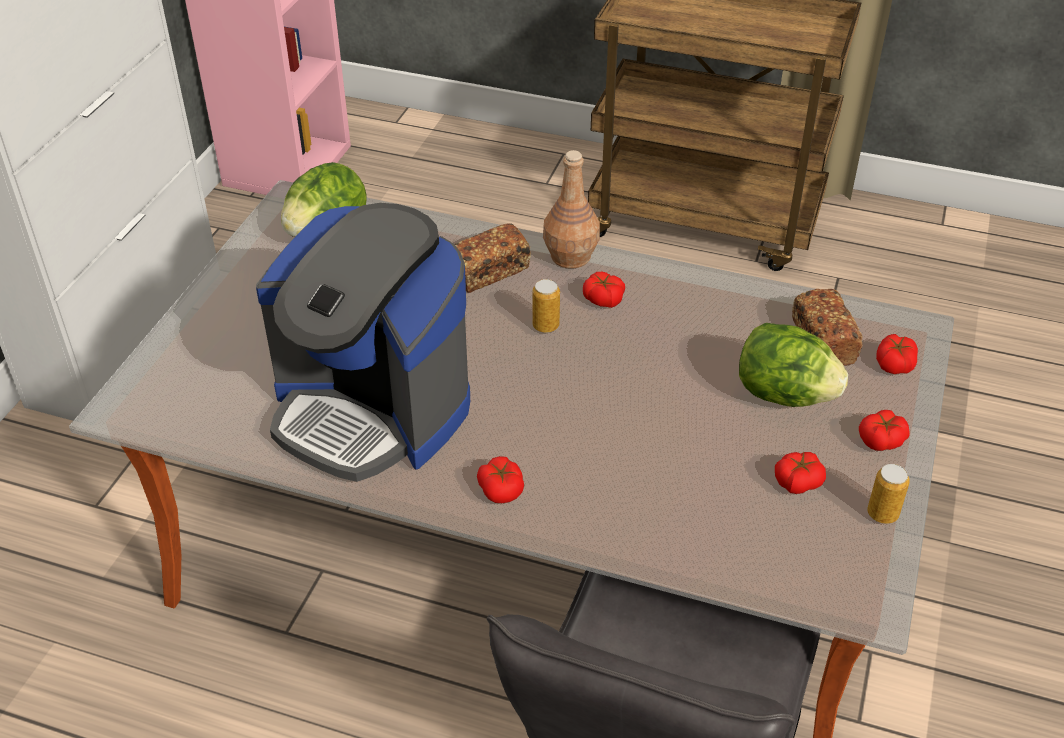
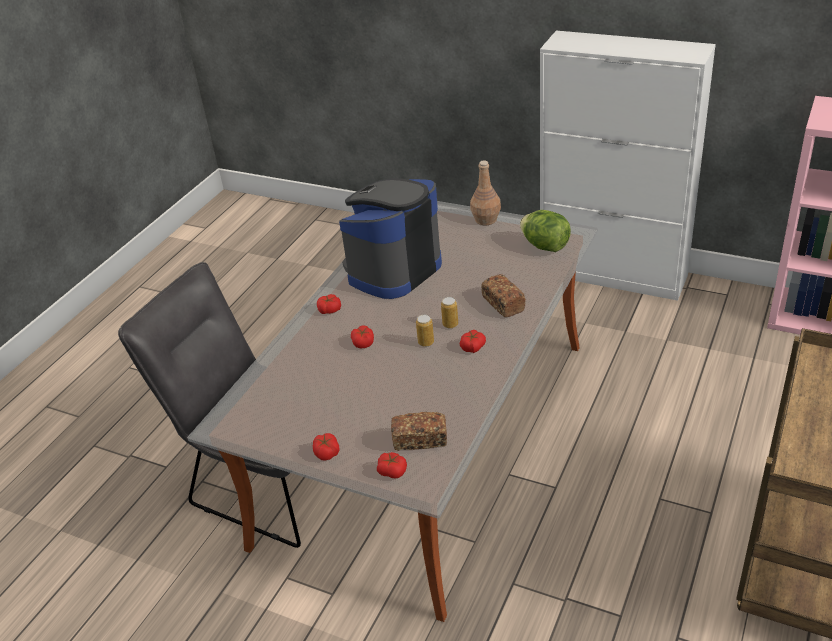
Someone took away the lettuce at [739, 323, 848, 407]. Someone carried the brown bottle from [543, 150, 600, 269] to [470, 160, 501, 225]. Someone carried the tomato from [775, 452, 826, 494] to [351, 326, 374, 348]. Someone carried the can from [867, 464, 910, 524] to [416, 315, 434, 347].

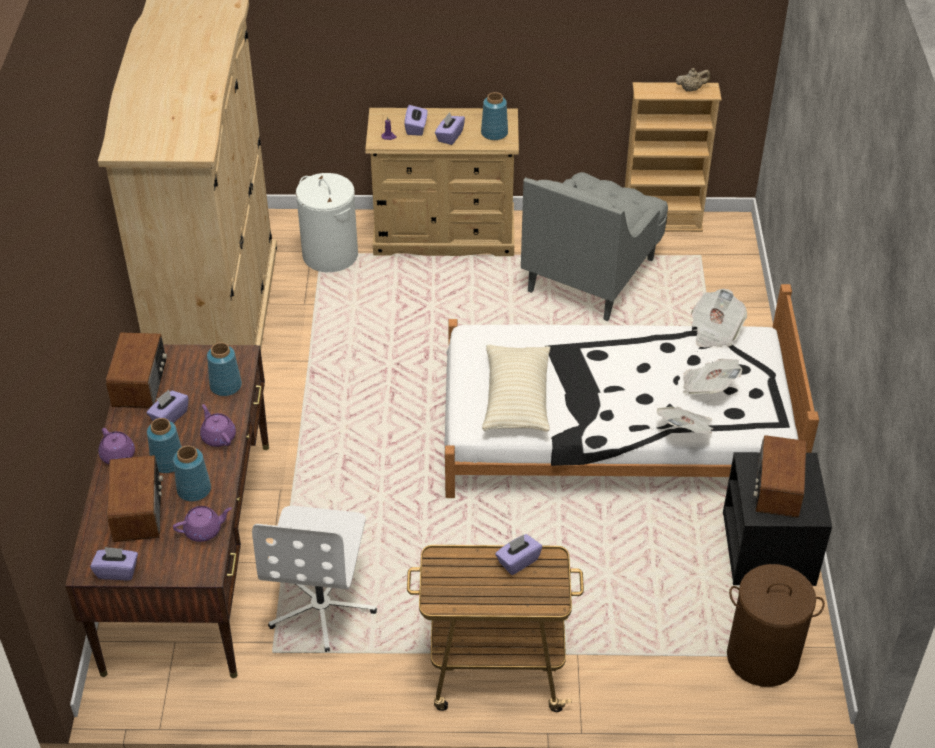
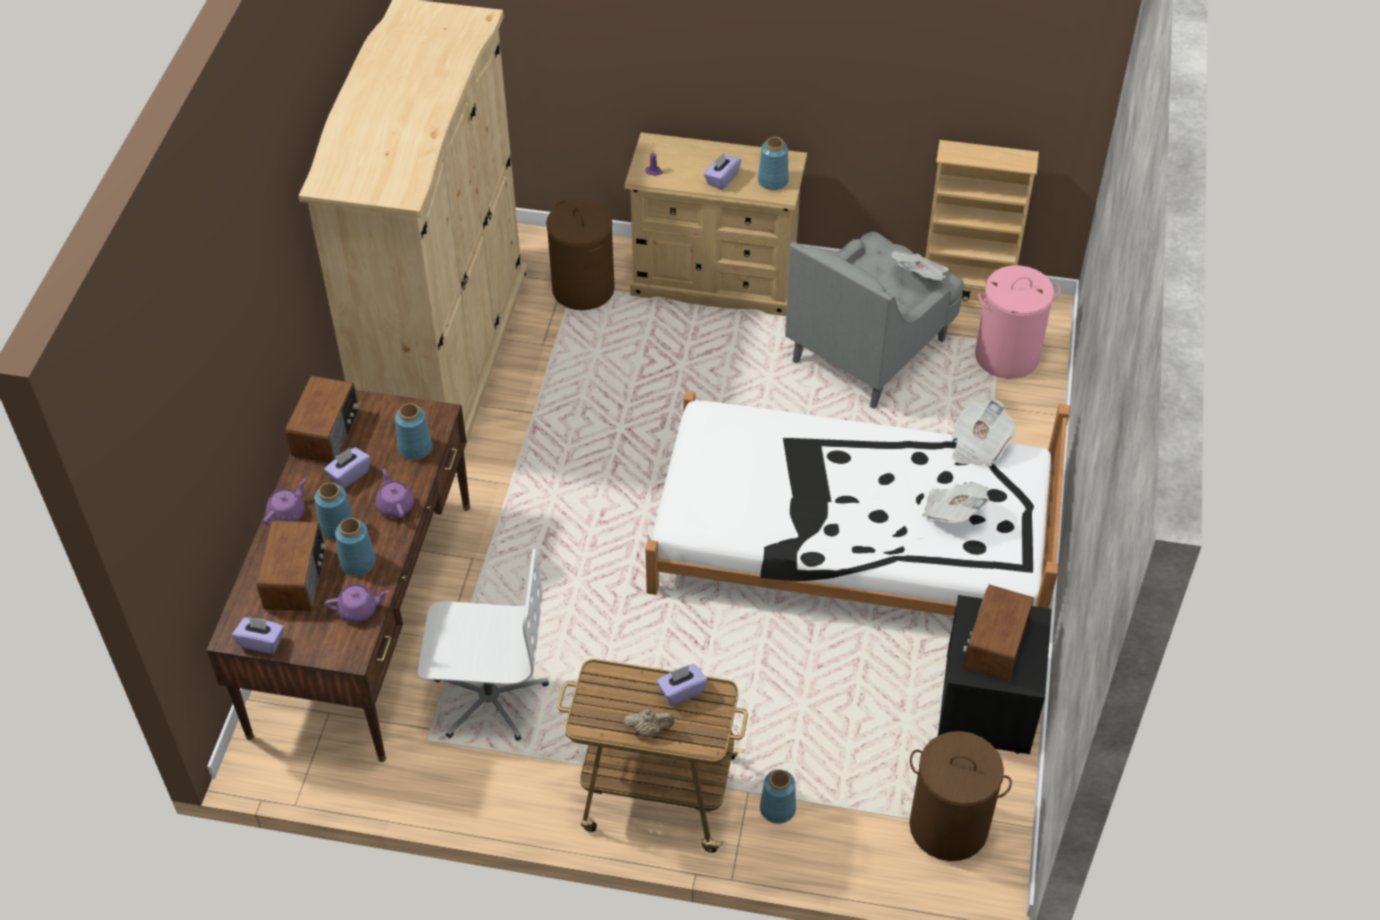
Someone took away the purple tissue box at [405, 104, 428, 136]. Someone took away the beige pillow at [482, 344, 550, 432]. Someone put down the blue vase at [760, 770, 796, 824]. Someone put down the pink laundry basket at [975, 265, 1060, 379]. Someone carried the newspaper from [657, 407, 713, 434] to [891, 251, 949, 281]. Someone carried the beige teapot from [676, 68, 711, 92] to [624, 709, 674, 737]. Someone repainted the white laundry basket at [296, 173, 358, 272], which became the brown laundry basket at [546, 199, 615, 310]. Someone rotated the purple teapot at [98, 428, 135, 464] by 120 degrees counterclockwise. Someone rotated the white office chair at [252, 506, 377, 652] by 105 degrees counterclockwise.

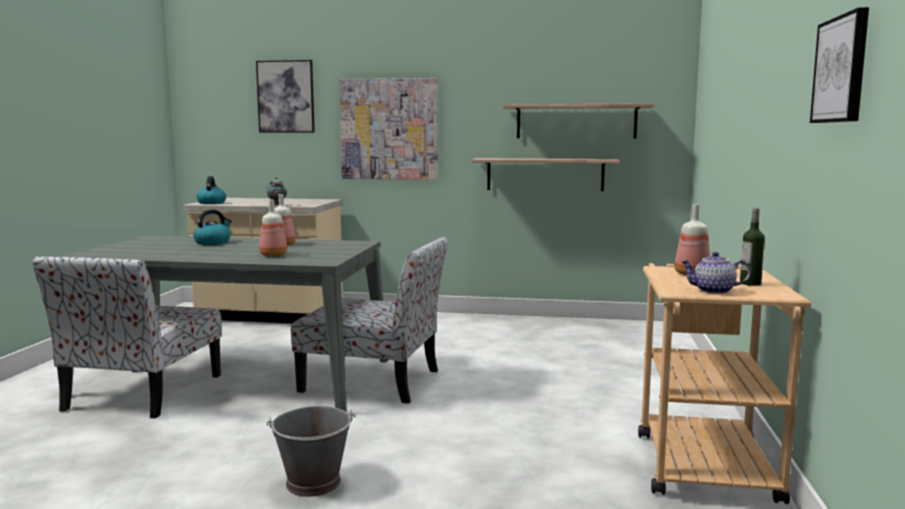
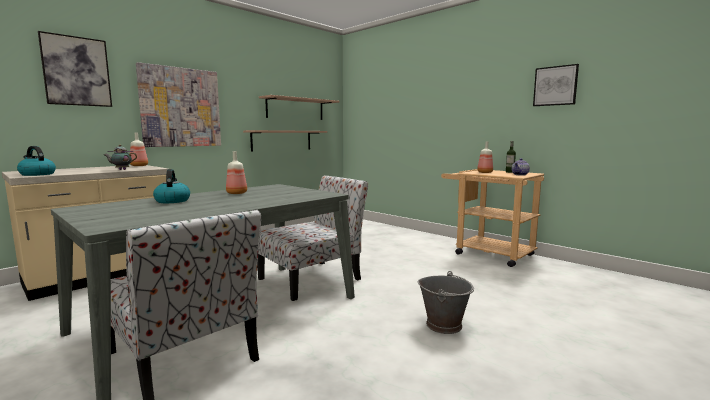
Someone carried the bottle from [259, 200, 287, 256] to [130, 132, 148, 166].

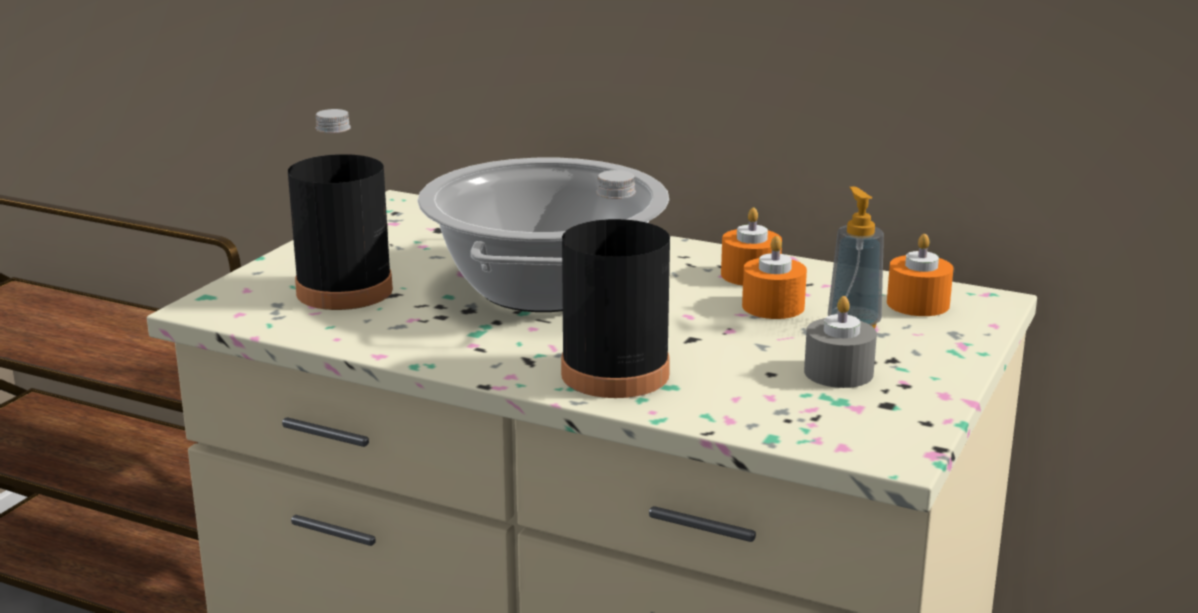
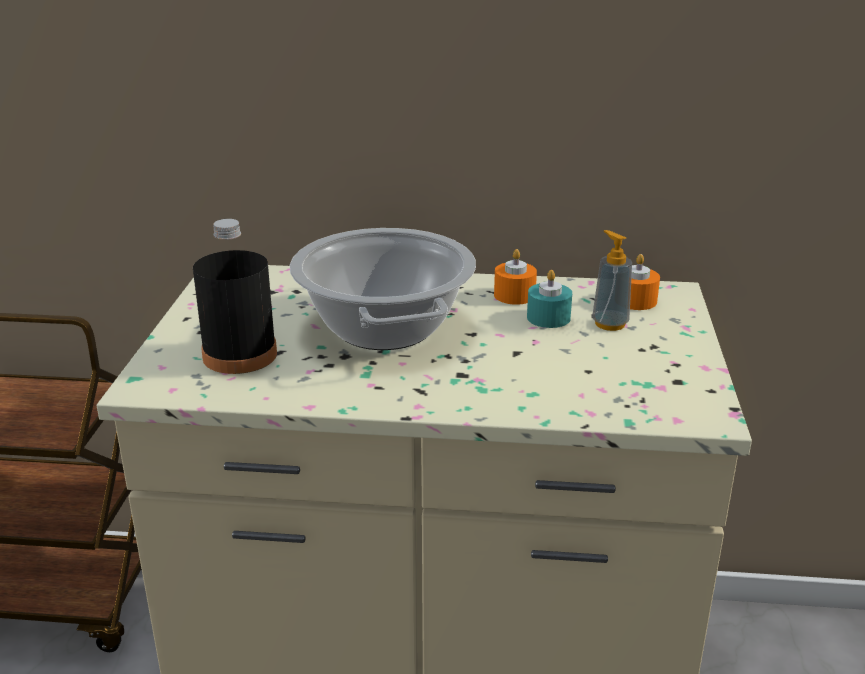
Someone took away the black bottle at [561, 170, 670, 398]. Someone took away the grey candle at [804, 296, 877, 388]. Someone repainted the orange candle at [742, 236, 807, 319], which became the turquoise candle at [527, 270, 572, 328].

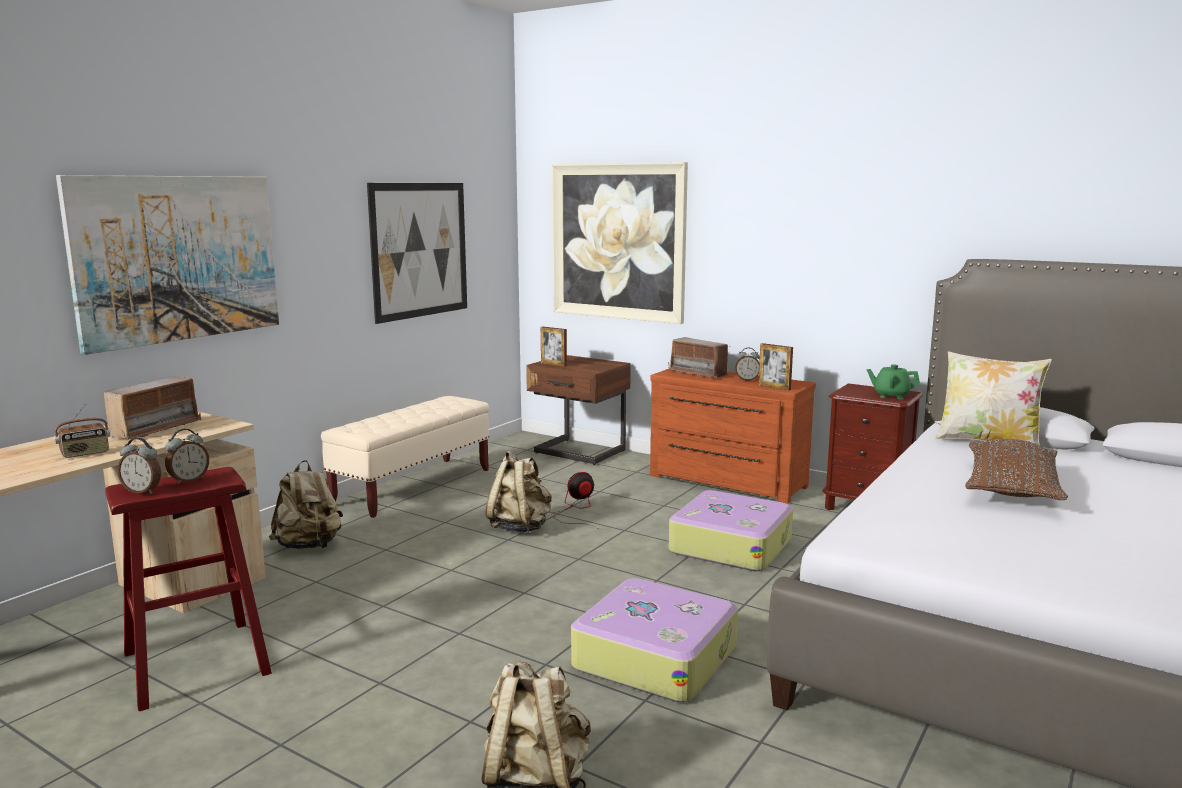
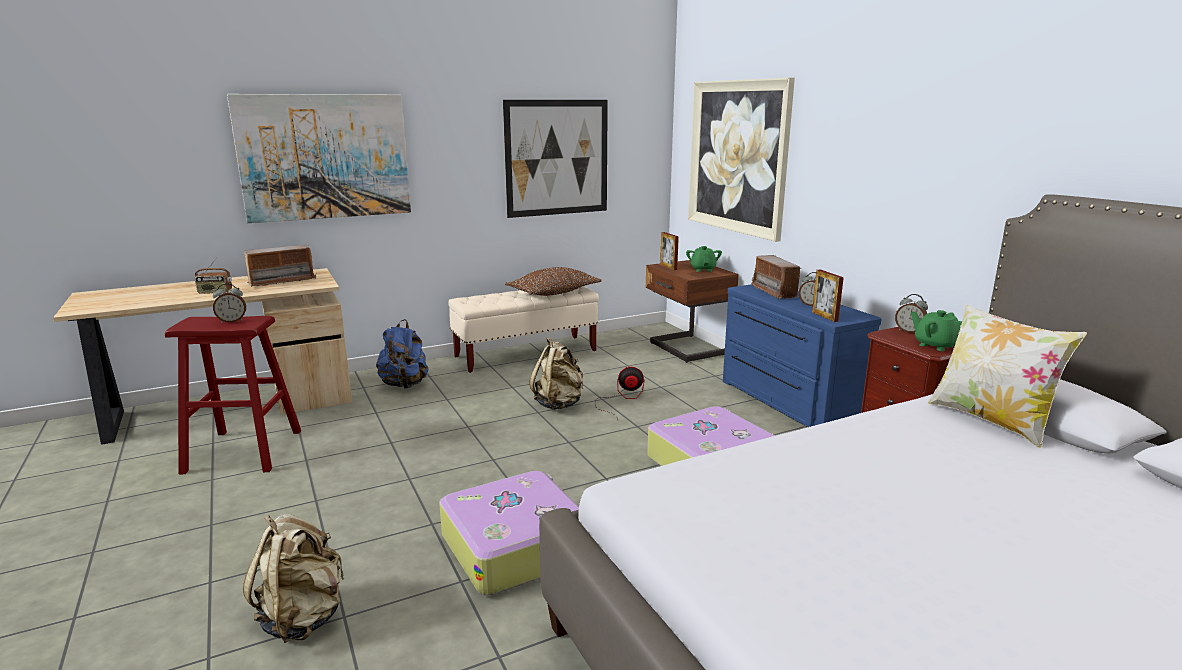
Someone put down the green teapot at [686, 246, 722, 272]. Someone carried the alarm clock from [118, 438, 161, 494] to [895, 294, 928, 333]. Someone carried the brown pillow from [965, 439, 1068, 500] to [505, 267, 602, 296]. Someone repainted the beige backpack at [269, 460, 343, 549], which became the blue backpack at [376, 319, 429, 389]. Someone repainted the brown dresser at [650, 369, 816, 504], which became the blue dresser at [723, 284, 882, 427].

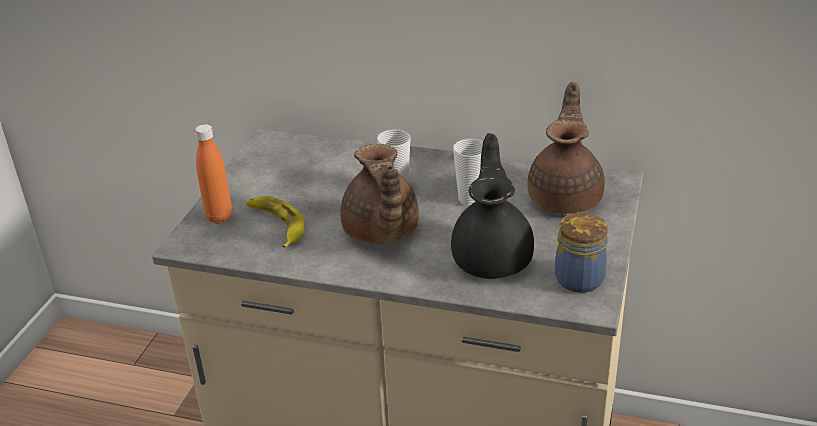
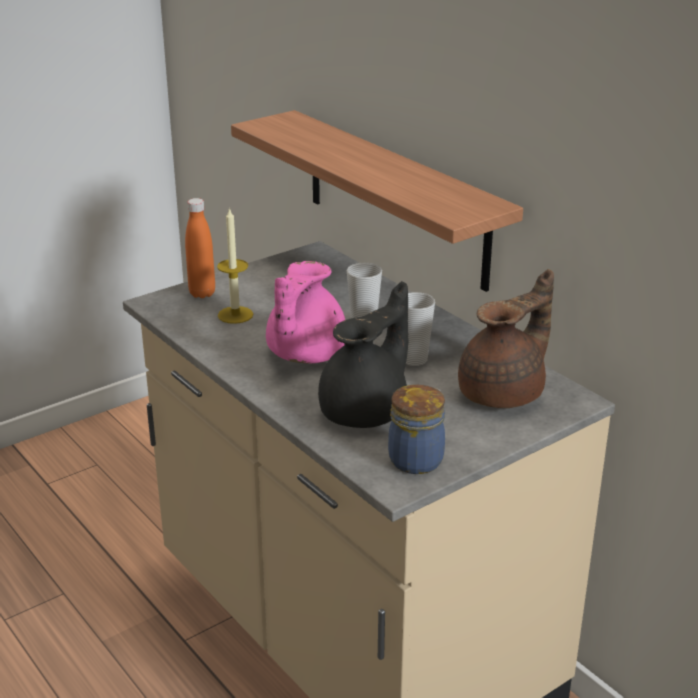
Someone put up the shelf at [231, 110, 523, 292]. Someone swapped the banana at [246, 196, 305, 248] for the candle at [217, 207, 253, 324]. Someone repainted the brown teapot at [340, 144, 419, 244], which became the pink teapot at [266, 261, 345, 363].

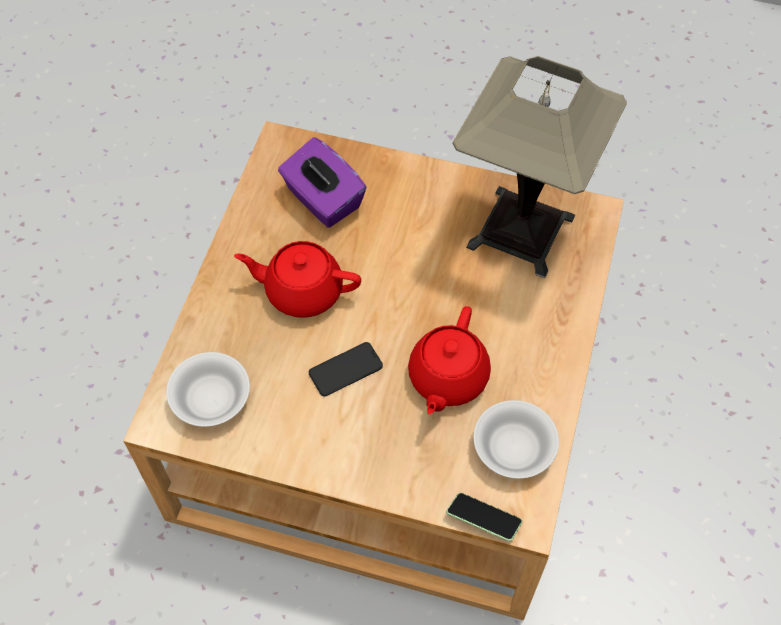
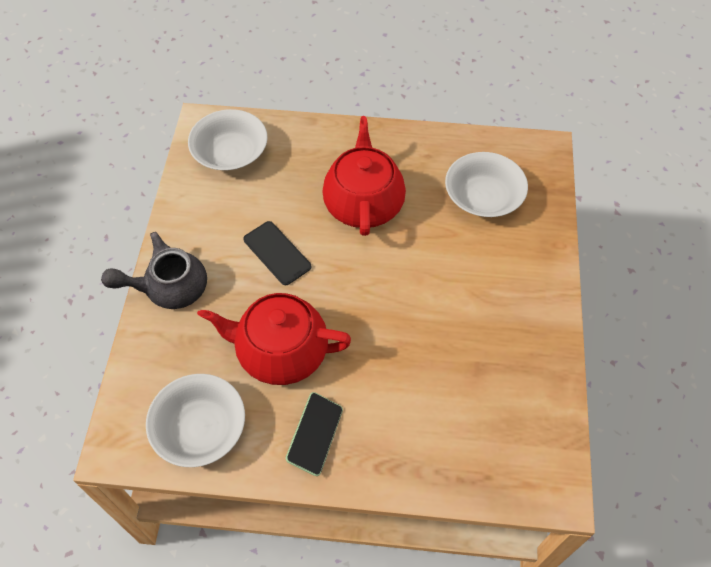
Someone took away the table lamp at [453, 56, 627, 278]. Someone put down the grey teapot at [101, 232, 207, 309]. Someone carried the phone from [446, 493, 523, 541] to [286, 392, 343, 476]. Someone swapped the purple tissue box at [278, 137, 367, 228] for the white bowl at [445, 152, 528, 217].

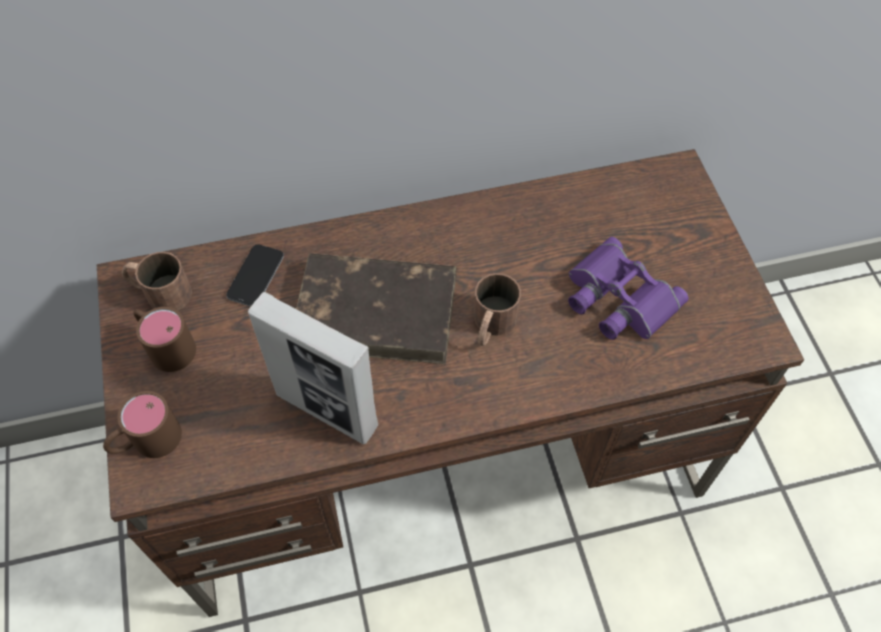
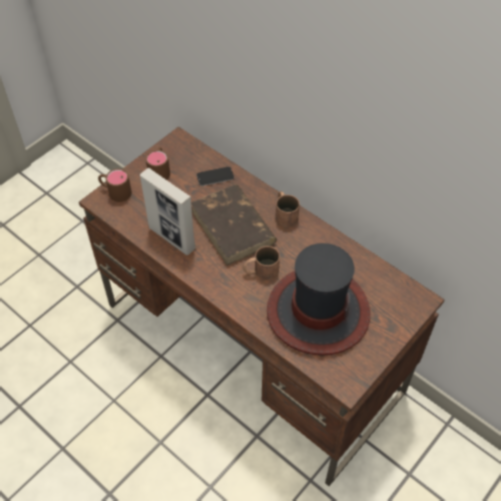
Someone carried the brown mug from [122, 252, 192, 311] to [276, 191, 300, 227]. Someone swapped the purple binoculars at [568, 237, 689, 340] for the hat at [267, 243, 370, 356]. Someone rotated the picture frame at [248, 292, 378, 444] by 45 degrees counterclockwise.

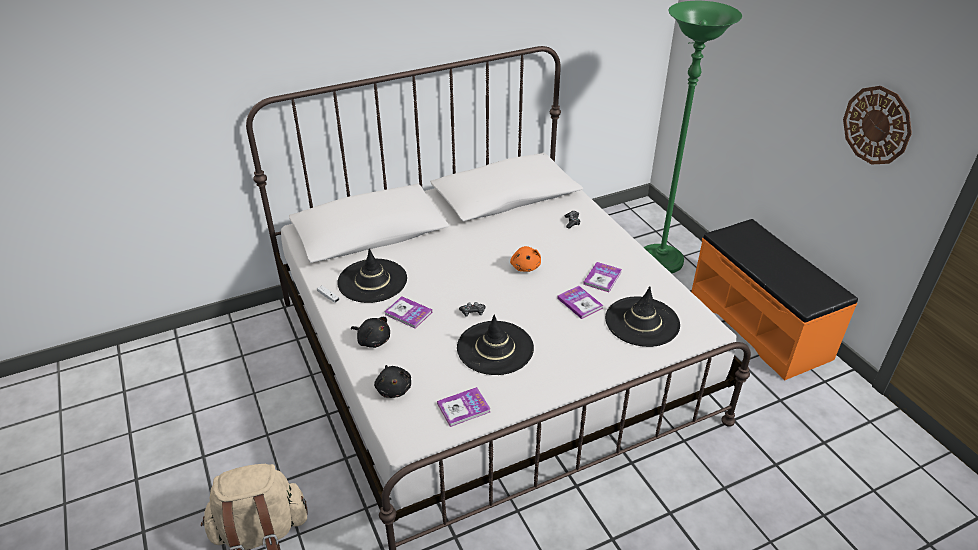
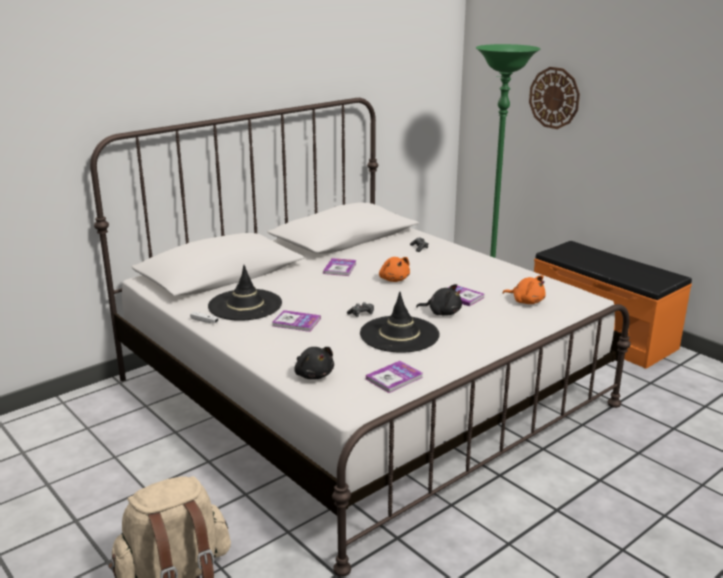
Someone carried the black plush toy from [351, 317, 390, 348] to [416, 284, 462, 316]. Someone carried the book from [583, 262, 622, 292] to [323, 258, 357, 276]. Someone carried the wall clock from [843, 86, 912, 165] to [529, 67, 580, 129]. Someone swapped the black hat at [605, 286, 680, 347] for the orange plush toy at [503, 275, 546, 304].

